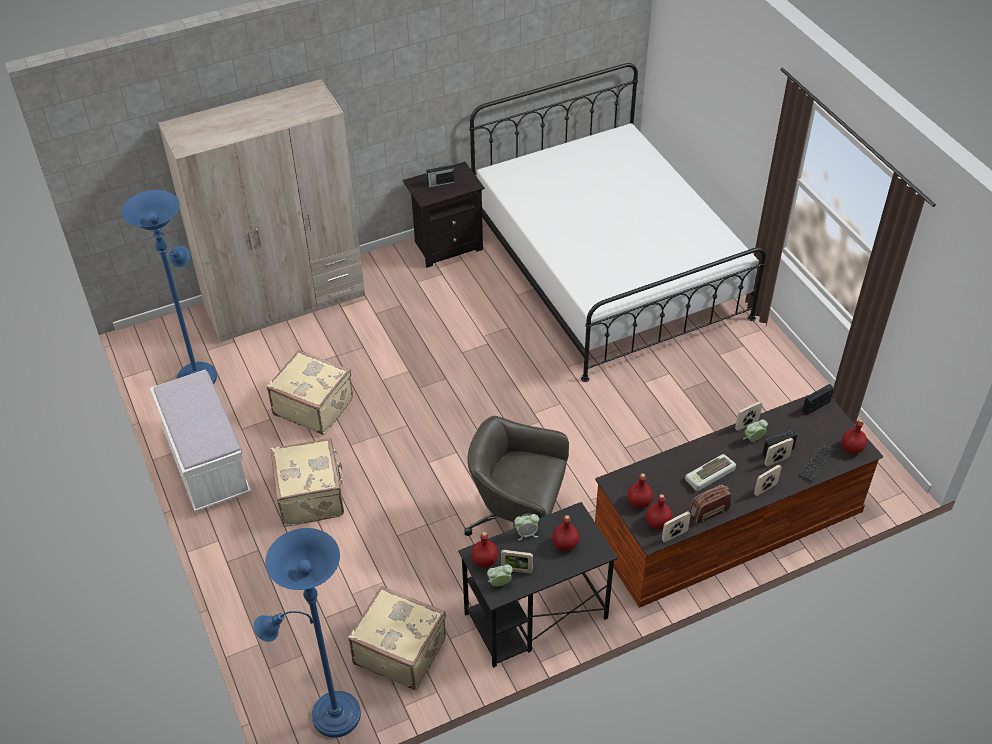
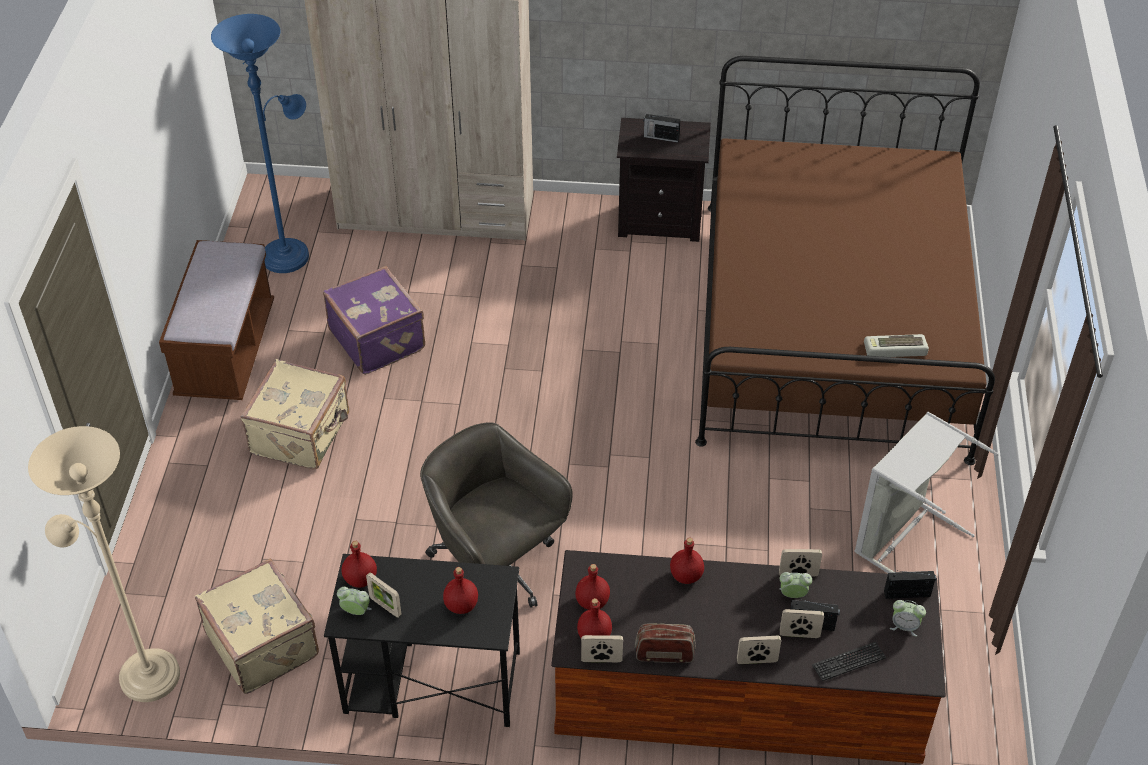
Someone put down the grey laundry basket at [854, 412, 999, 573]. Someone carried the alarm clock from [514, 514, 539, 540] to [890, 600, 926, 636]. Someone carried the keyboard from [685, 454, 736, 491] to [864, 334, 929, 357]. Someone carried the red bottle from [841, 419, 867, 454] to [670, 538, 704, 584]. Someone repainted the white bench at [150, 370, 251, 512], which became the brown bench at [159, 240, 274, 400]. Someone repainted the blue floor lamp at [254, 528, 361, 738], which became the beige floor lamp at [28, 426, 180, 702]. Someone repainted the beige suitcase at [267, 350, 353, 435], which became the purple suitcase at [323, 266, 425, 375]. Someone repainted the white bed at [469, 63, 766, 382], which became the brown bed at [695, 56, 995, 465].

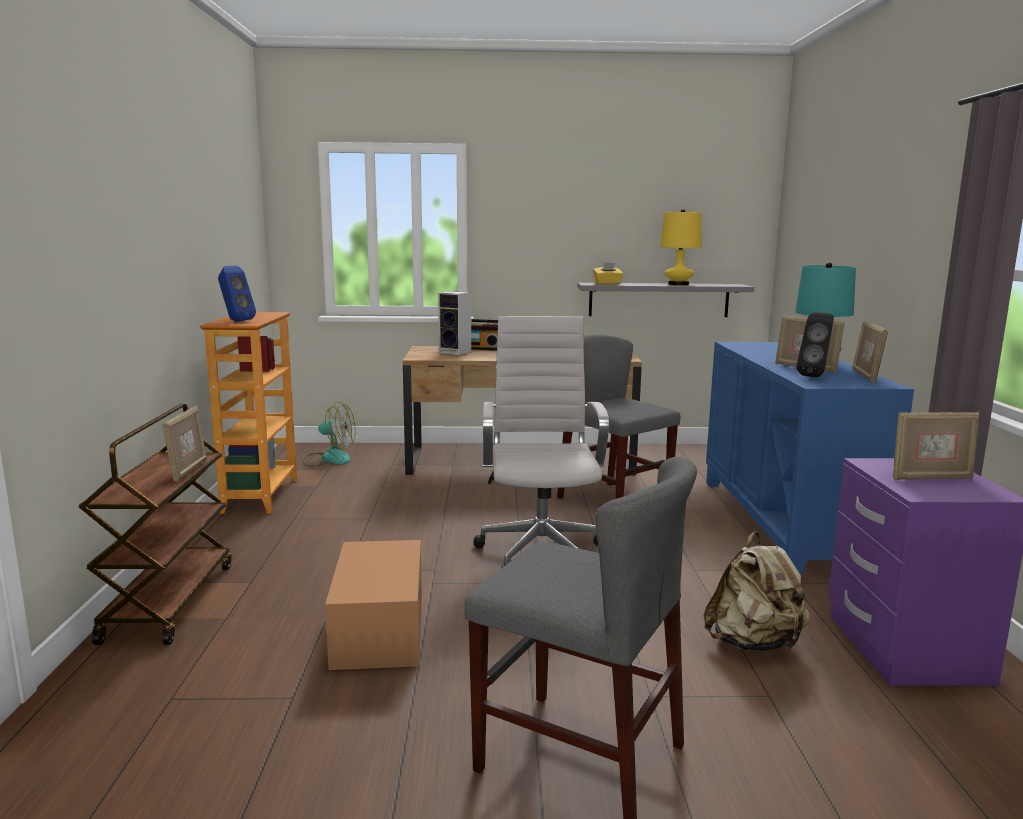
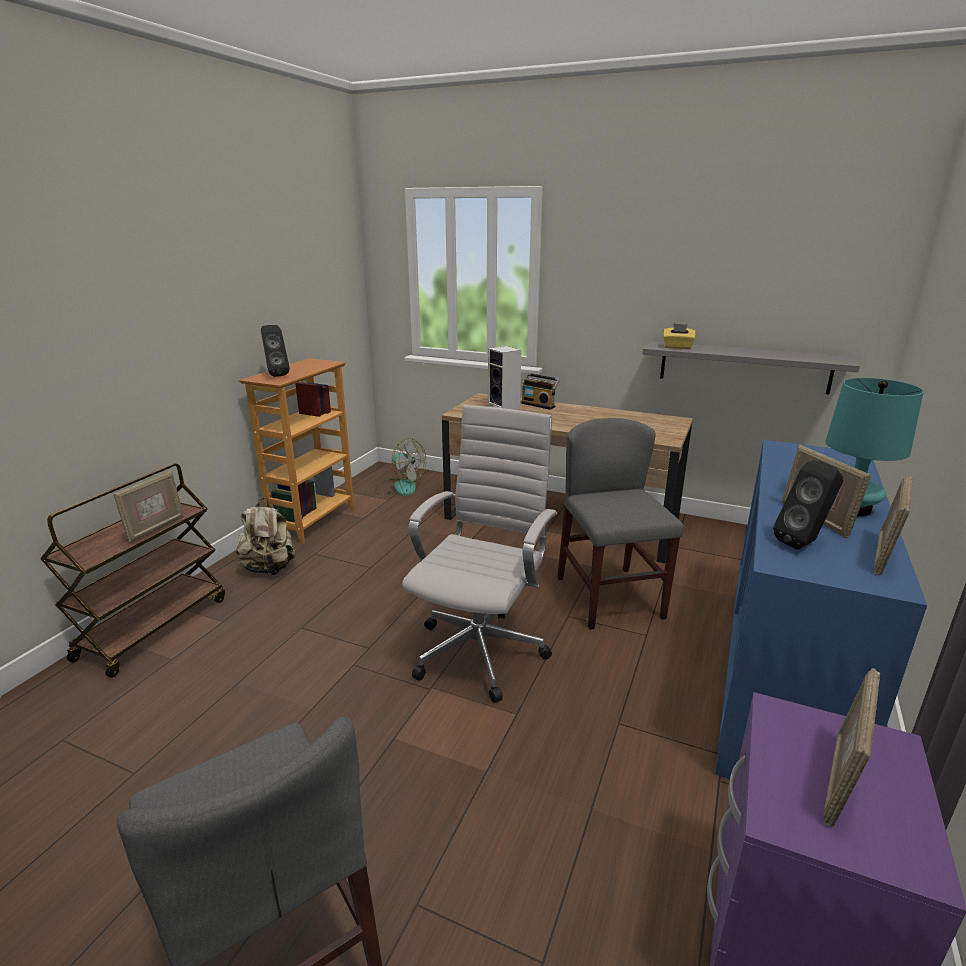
Someone took away the cardboard box at [325, 540, 422, 670]. Someone took away the yellow table lamp at [660, 209, 702, 285]. Someone carried the beige backpack from [703, 531, 810, 651] to [236, 498, 296, 575]. Someone repainted the blue speaker at [218, 266, 256, 322], which became the black speaker at [261, 325, 290, 377]. Someone rotated the picture frame at [893, 412, 979, 480] by 105 degrees clockwise.

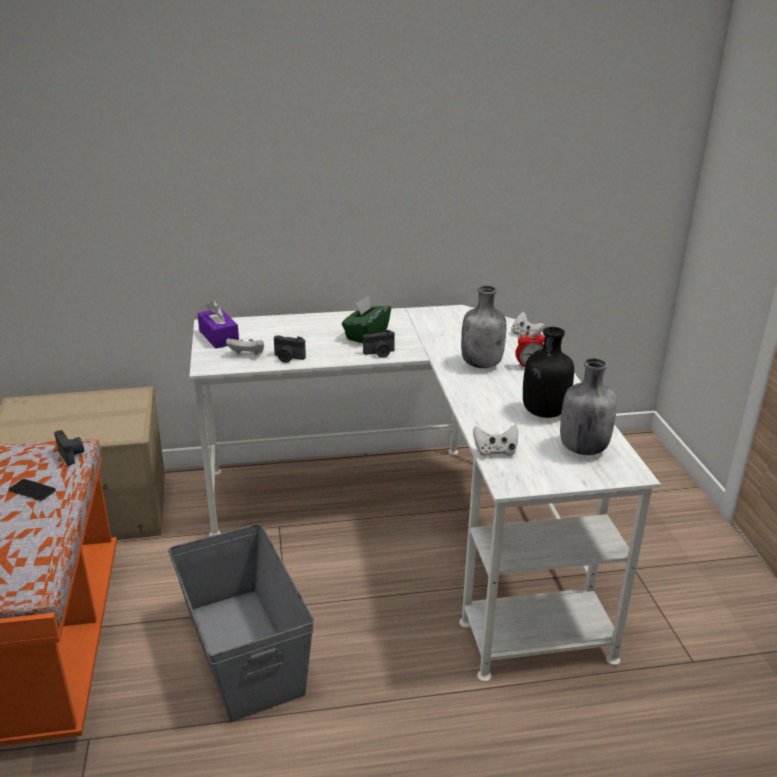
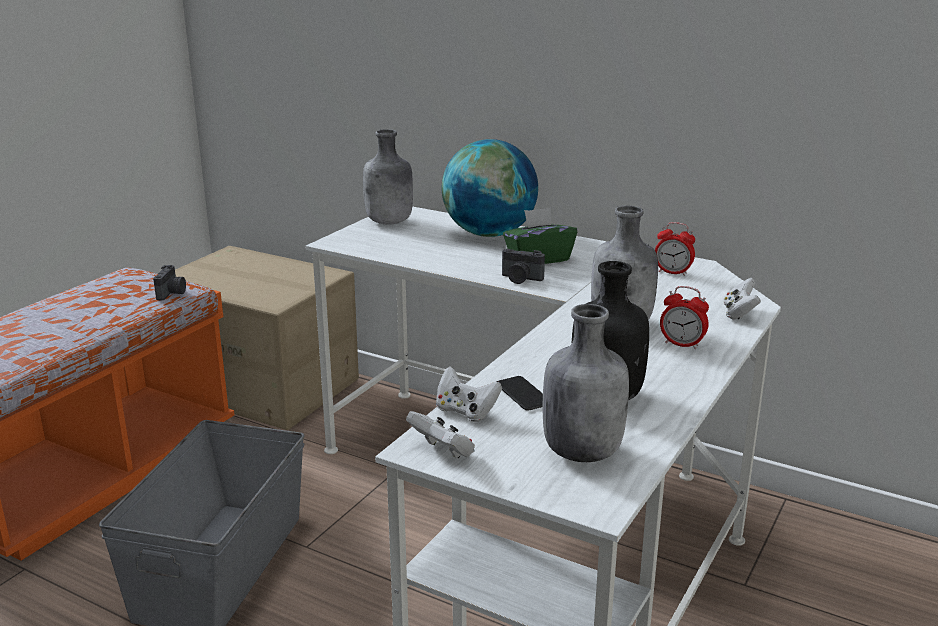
Someone took away the photo camera at [274, 335, 306, 363]. Someone put down the globe at [442, 139, 538, 237]. Someone put down the alarm clock at [655, 222, 695, 276]. Someone carried the phone from [9, 479, 56, 501] to [497, 376, 543, 411]. Someone carried the white game controller from [226, 338, 264, 355] to [406, 411, 475, 458]. Someone swapped the purple tissue box at [197, 300, 239, 348] for the grey bottle at [363, 129, 413, 225].

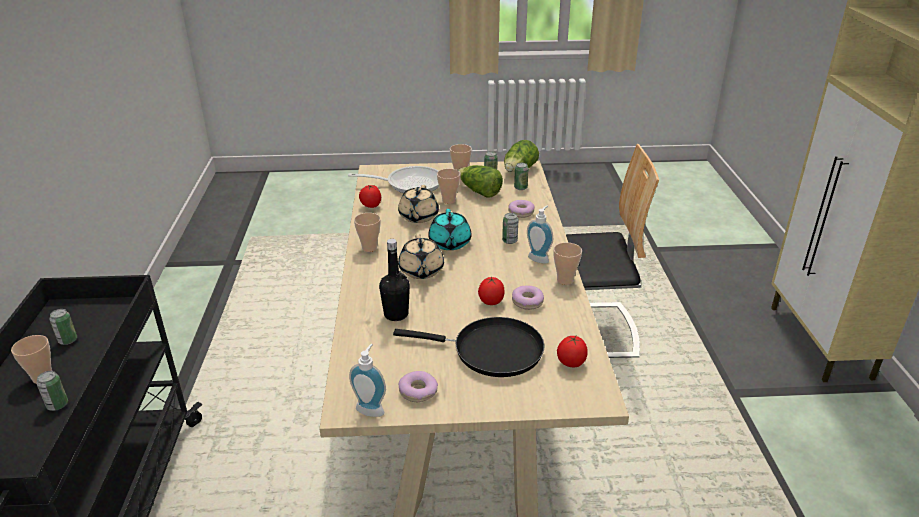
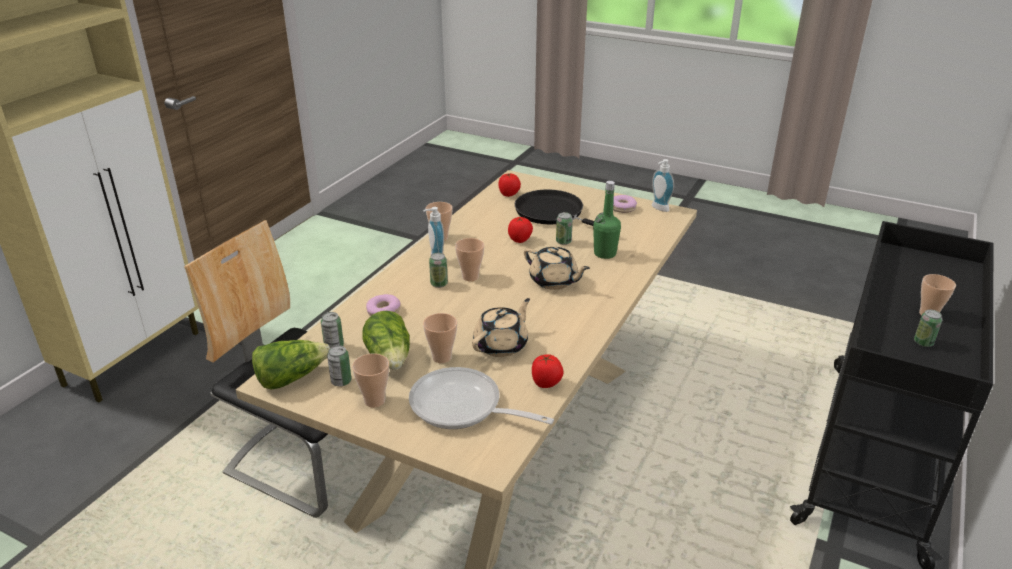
Someone took away the turquoise teapot at [428, 209, 471, 250]. Someone took away the donut at [512, 285, 544, 310]. Someone carried the can from [36, 371, 68, 411] to [556, 212, 573, 245]. Someone carried the cup from [354, 213, 381, 252] to [455, 238, 484, 281]. Someone repainted the black bottle at [379, 239, 410, 321], which became the green bottle at [593, 181, 621, 259]. Someone rotated the beige teapot at [398, 234, 444, 279] by 105 degrees clockwise.

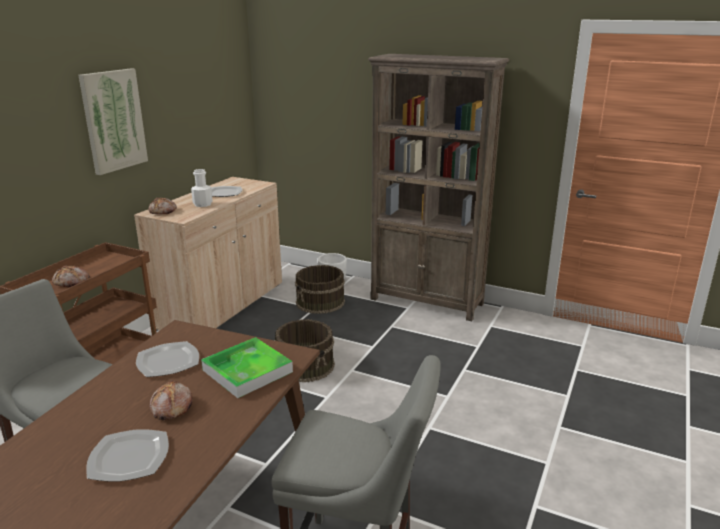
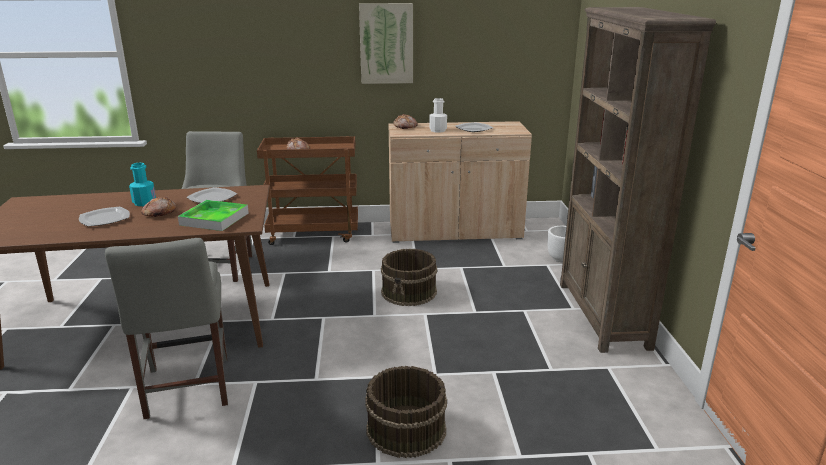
Someone put down the turquoise bottle at [129, 163, 156, 206]. Someone carried the brown bucket from [295, 265, 345, 314] to [365, 366, 447, 458].

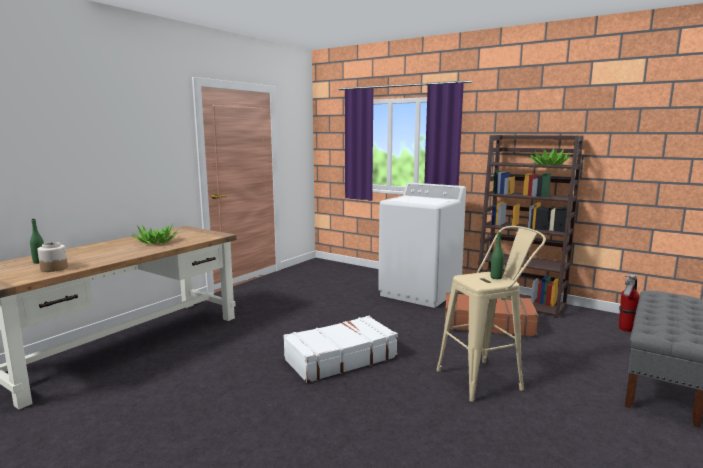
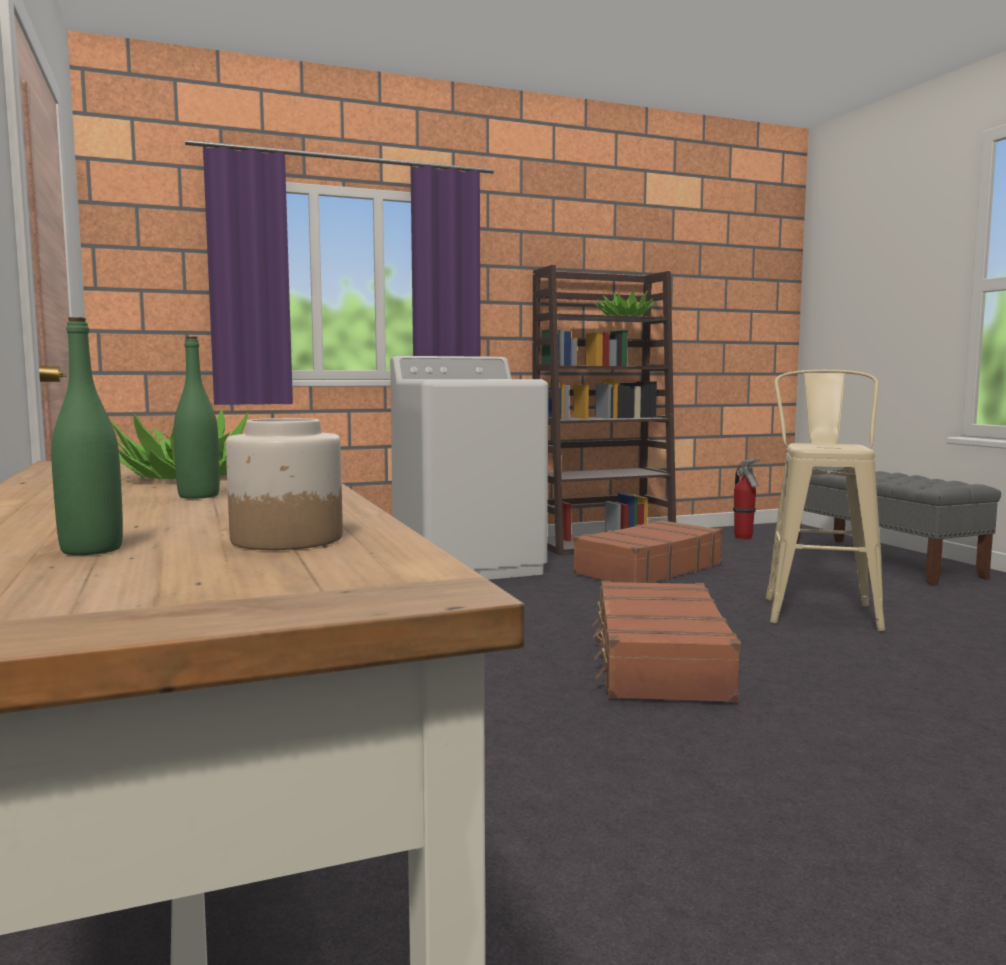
Someone carried the green bottle from [490, 232, 504, 279] to [174, 336, 220, 499]. Someone repainted the white suitcase at [283, 316, 398, 383], which became the brown suitcase at [592, 581, 741, 703].

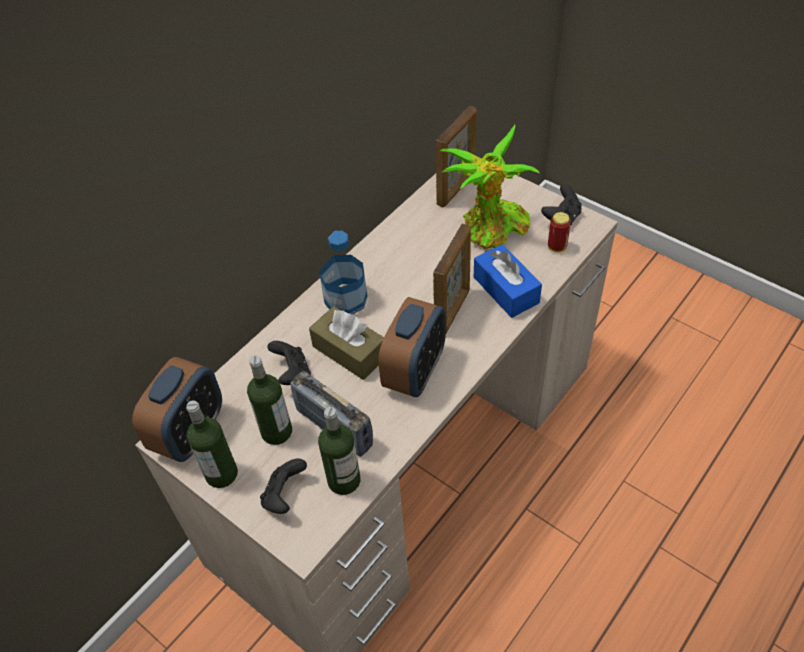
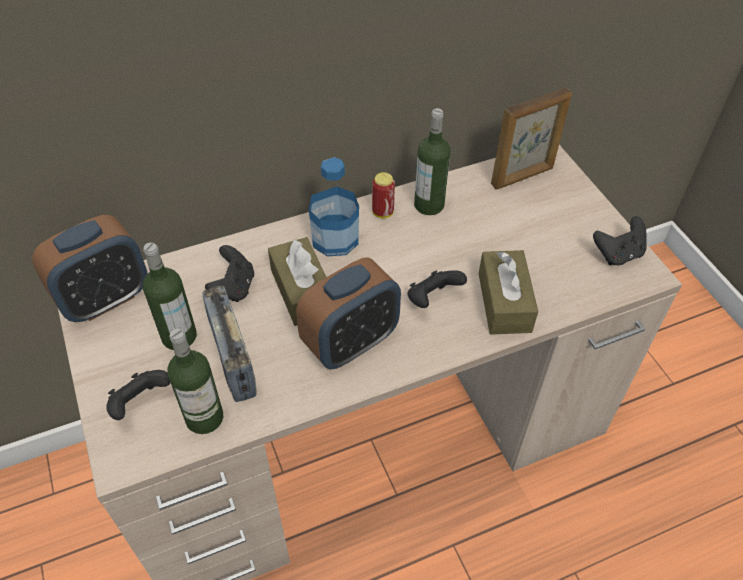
Someone took away the potted plant at [440, 125, 539, 249]. Someone carried the bottle from [186, 400, 238, 488] to [414, 108, 450, 215]. Someone carried the can from [548, 212, 571, 252] to [372, 172, 395, 218]. Someone swapped the picture frame at [433, 224, 471, 333] for the black game controller at [407, 270, 467, 308]. Someone repainted the blue tissue box at [474, 244, 542, 318], which became the brown tissue box at [479, 250, 538, 335].

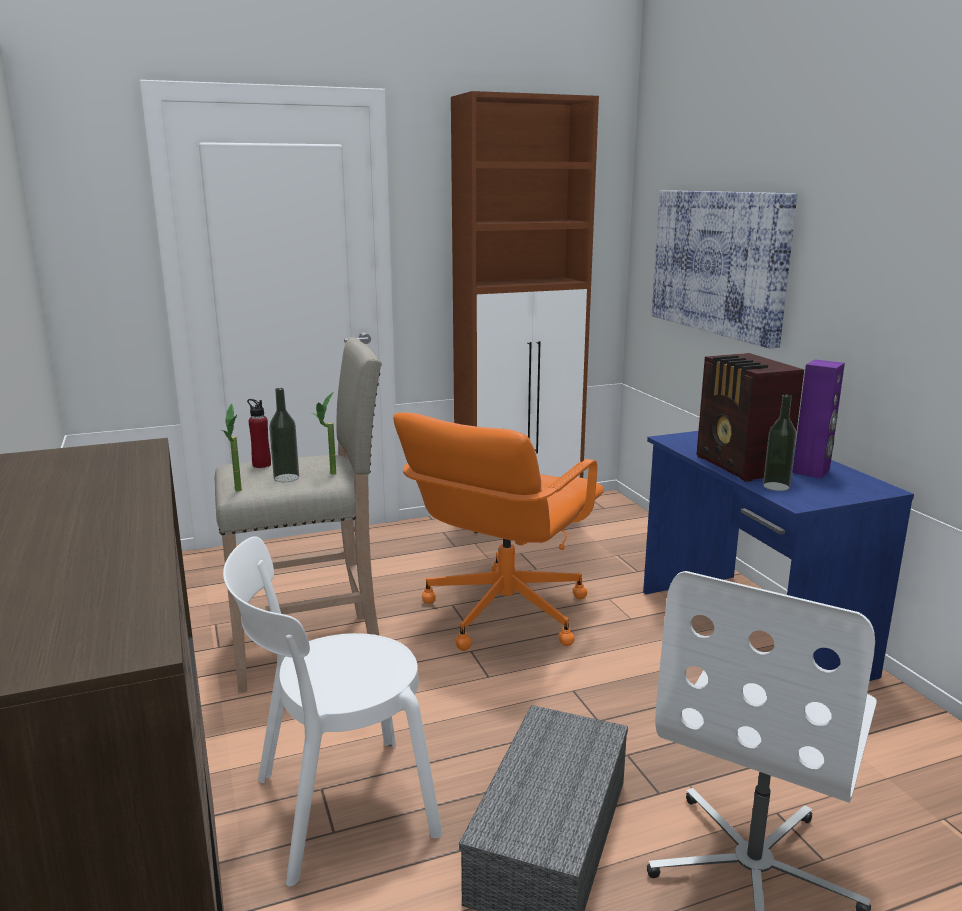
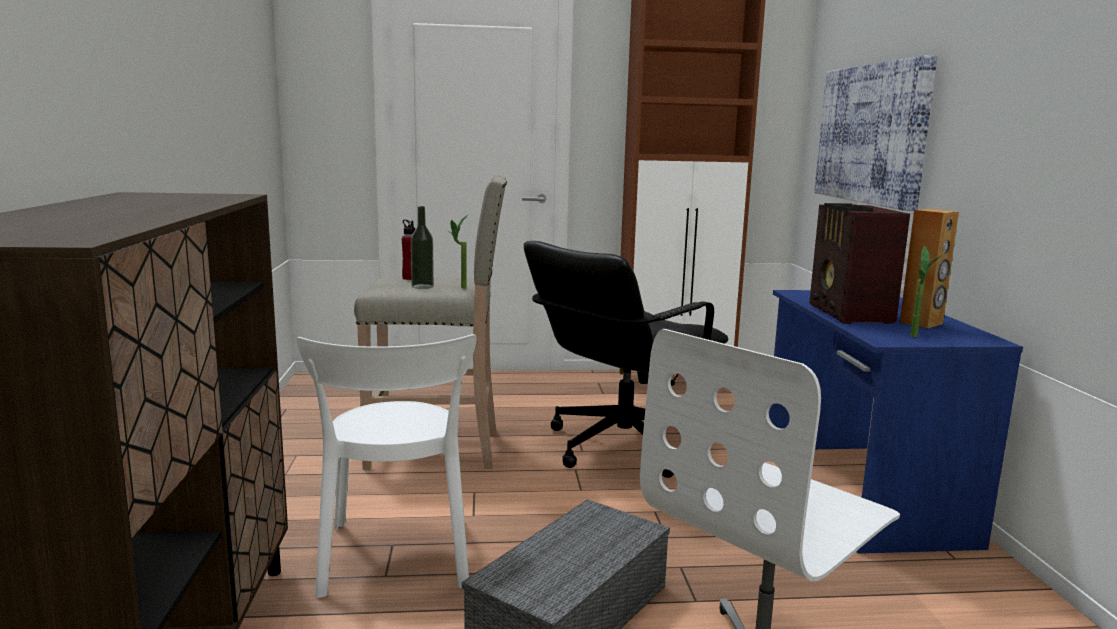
Someone took away the bottle at [763, 395, 797, 491]. Someone carried the potted plant from [222, 403, 242, 491] to [910, 246, 942, 337]. Someone repainted the orange office chair at [393, 412, 604, 651], which became the black office chair at [524, 241, 728, 478]. Someone repainted the purple speaker at [792, 360, 845, 479], which became the brown speaker at [900, 209, 959, 328]. Someone rotated the white chair at [223, 536, 442, 887] by 90 degrees counterclockwise.

